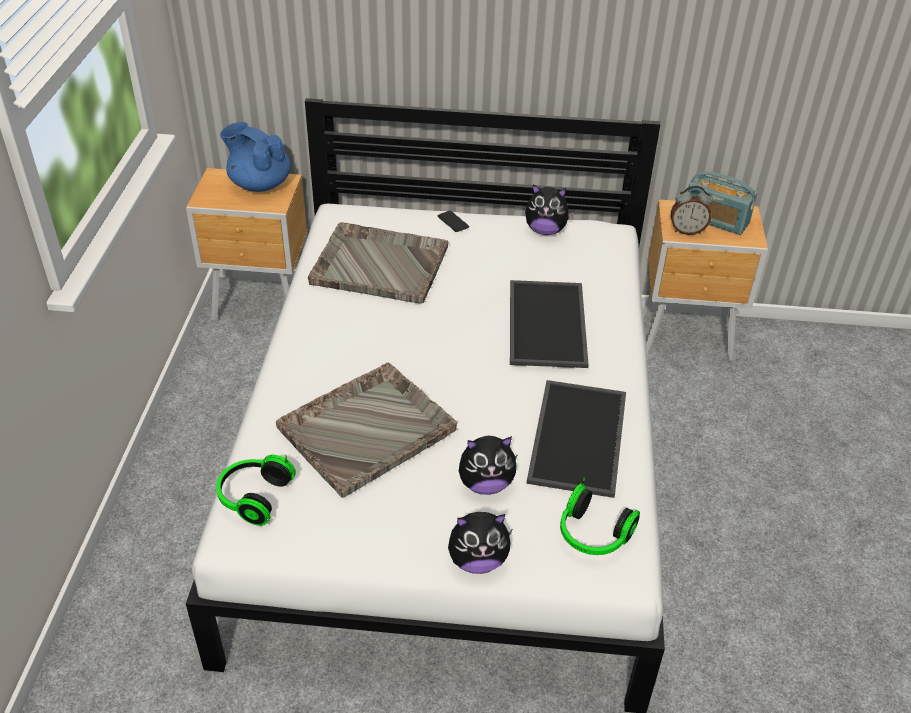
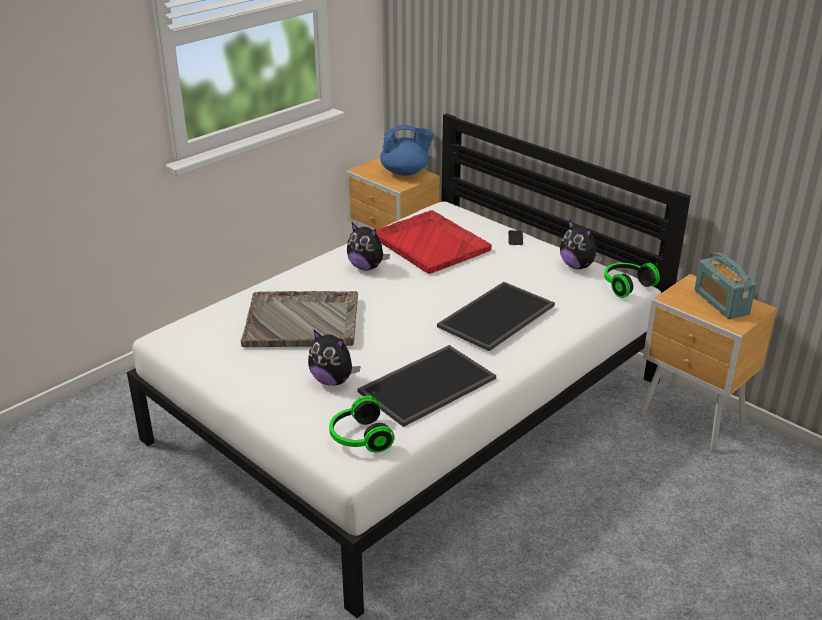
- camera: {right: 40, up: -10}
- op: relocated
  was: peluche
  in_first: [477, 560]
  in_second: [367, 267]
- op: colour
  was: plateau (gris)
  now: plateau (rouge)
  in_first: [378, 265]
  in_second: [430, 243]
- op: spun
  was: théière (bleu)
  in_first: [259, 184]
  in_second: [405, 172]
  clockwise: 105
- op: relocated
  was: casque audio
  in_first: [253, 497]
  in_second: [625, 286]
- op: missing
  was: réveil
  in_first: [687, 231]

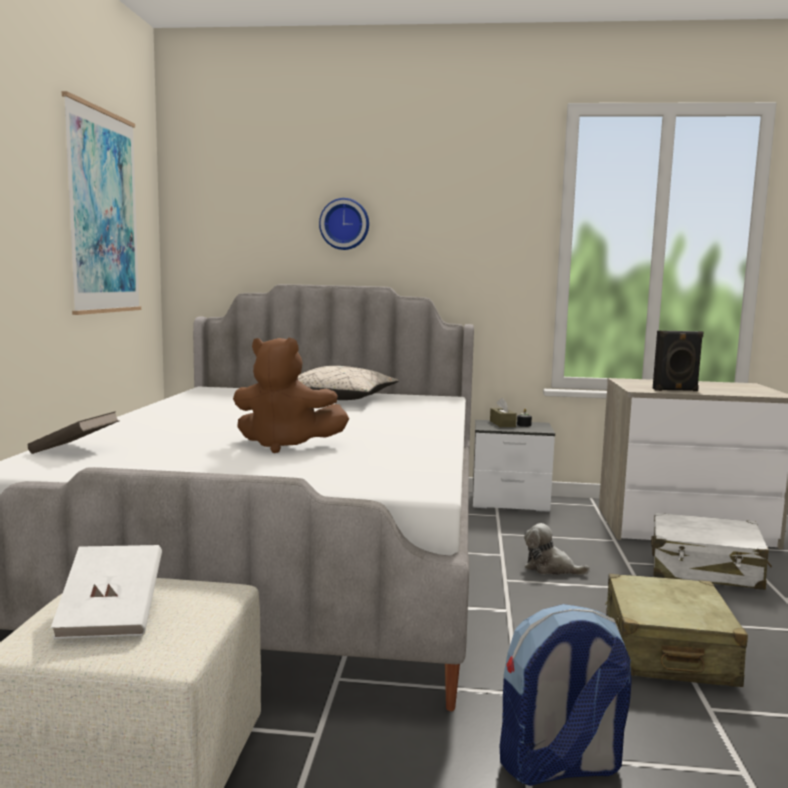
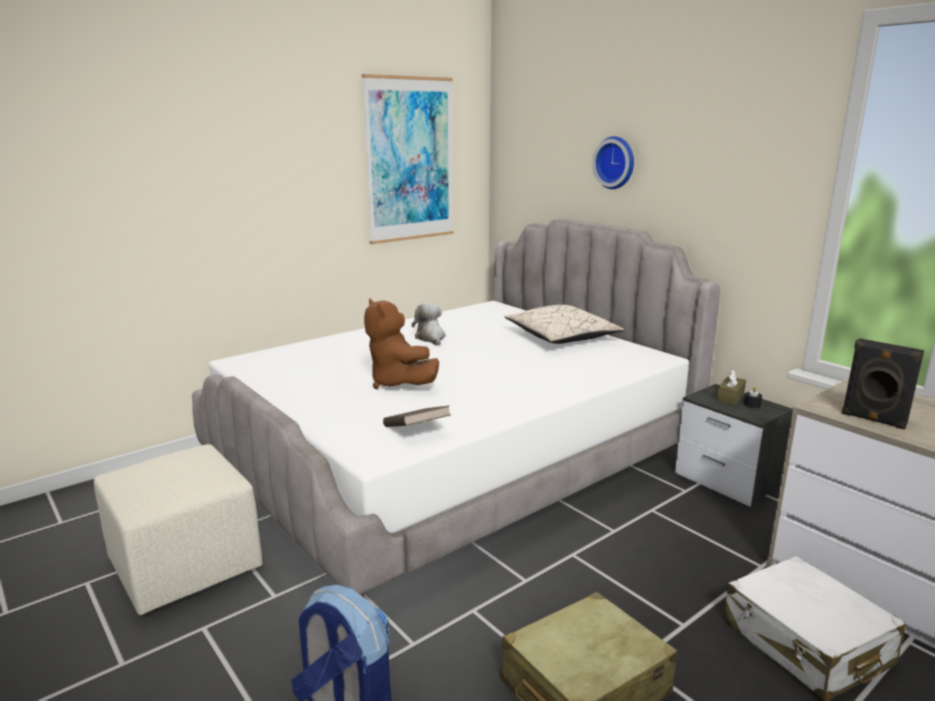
- camera: {right: 45, up: 10}
- op: relocated
  was: livre (marron)
  in_first: [74, 450]
  in_second: [416, 432]
- op: relocated
  was: peluche
  in_first: [550, 568]
  in_second: [430, 338]
- op: missing
  was: livre (blanc)
  in_first: [112, 616]

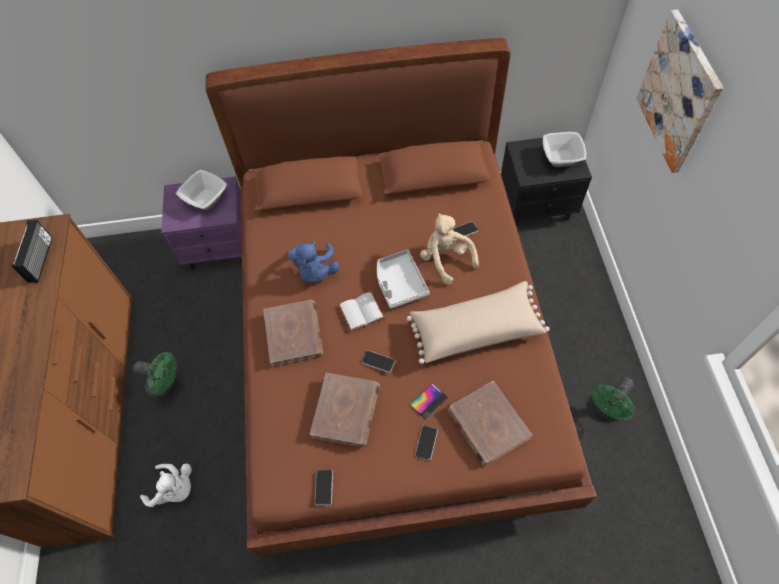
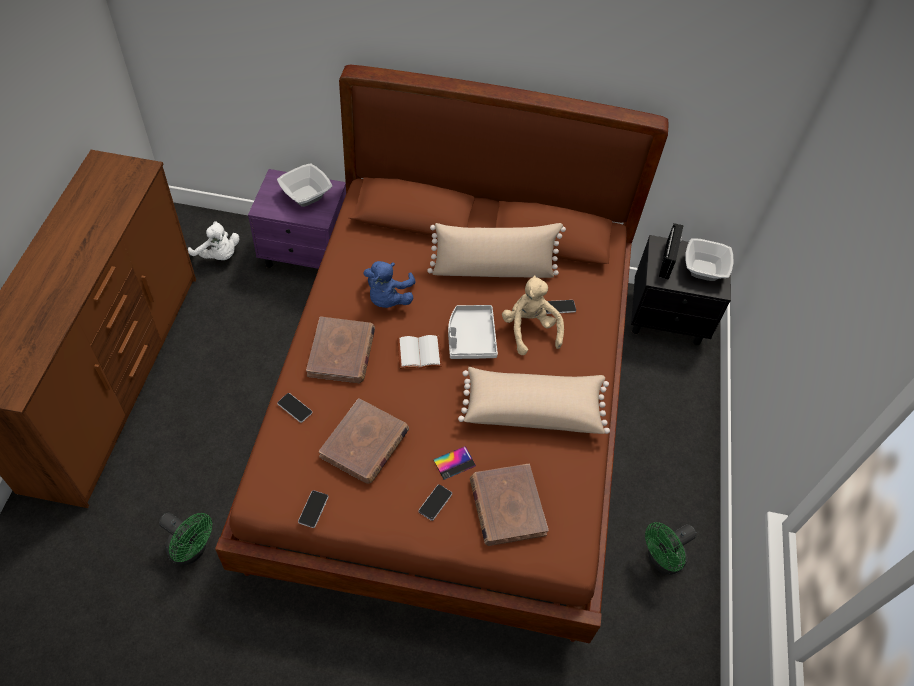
- camera: {right: 10, up: -5}
- op: relocated
  was: ventilateur (vert)
  in_first: [167, 386]
  in_second: [192, 550]
- op: relocated
  was: peluche (blanc)
  in_first: [175, 489]
  in_second: [218, 255]
- op: relocated
  was: téléphone
  in_first: [378, 361]
  in_second: [295, 408]
- op: appeared
  now: coussin (beige)
  in_second: [493, 270]
- op: relocated
  was: radio
  in_first: [41, 259]
  in_second: [668, 260]
- op: missing
  was: tableau
  in_first: [679, 93]

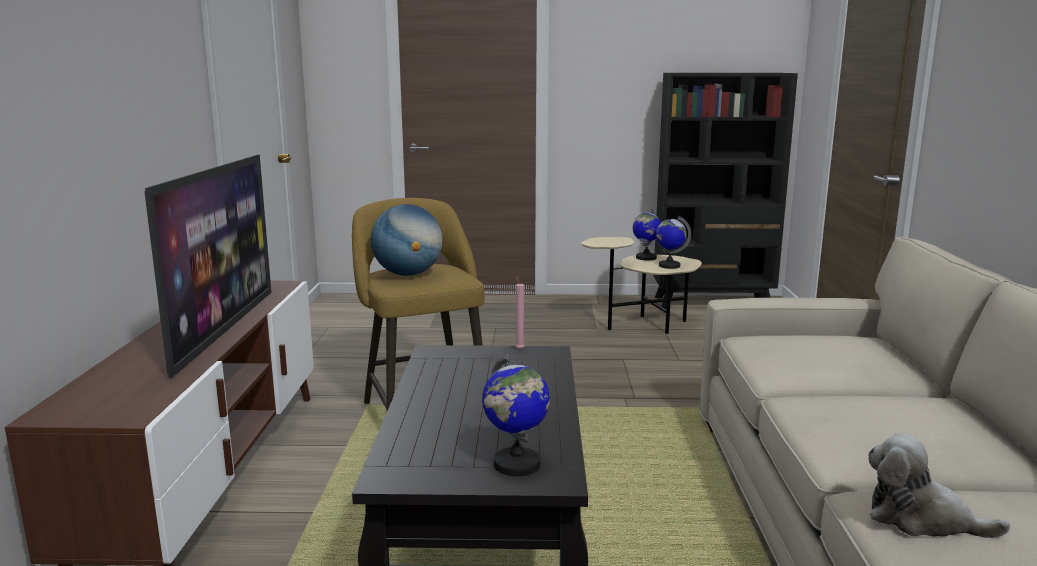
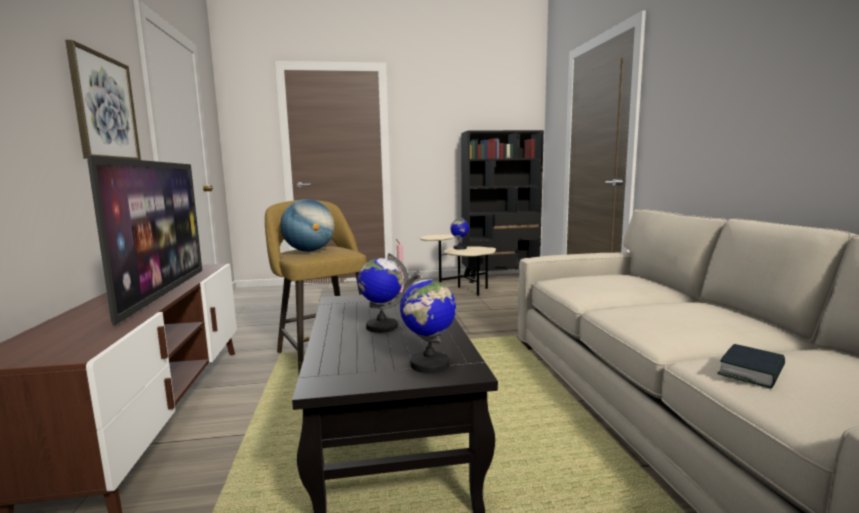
- camera: {right: -10, up: -5}
- op: appeared
  now: tableau
  in_second: [104, 108]
- op: relocated
  was: globe
  in_first: [669, 266]
  in_second: [381, 327]
- op: exchanged
  was: peluche
  now: livre
  in_first: [921, 519]
  in_second: [751, 372]

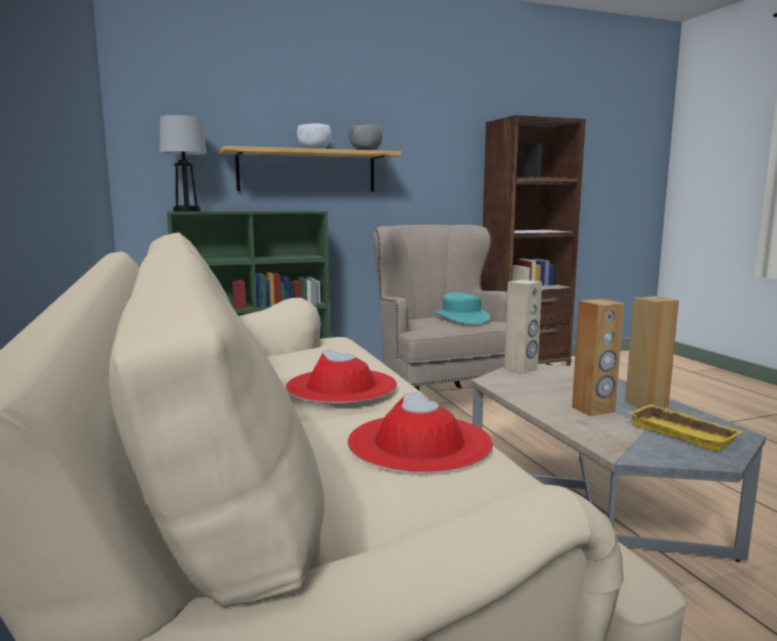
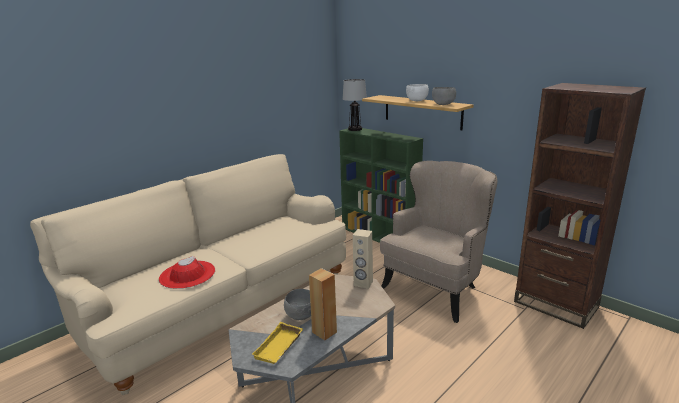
- camera: {right: 65, up: 10}
- op: exchanged
  was: enceinte (marron)
  now: bol (gris)
  in_first: [593, 410]
  in_second: [301, 316]
- op: missing
  was: chapeau (rouge)
  in_first: [341, 386]
- op: missing
  was: chapeau (turquoise)
  in_first: [461, 318]

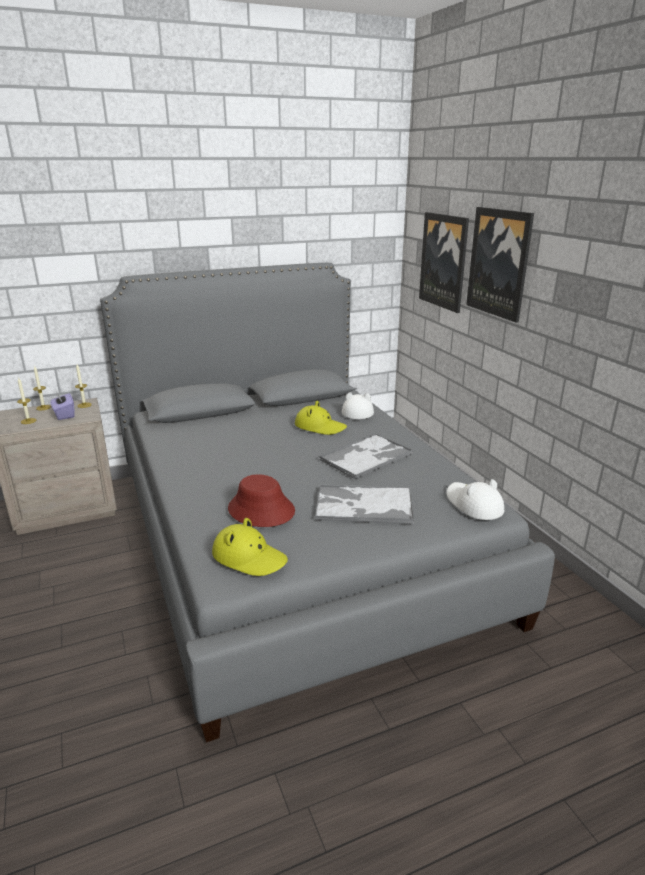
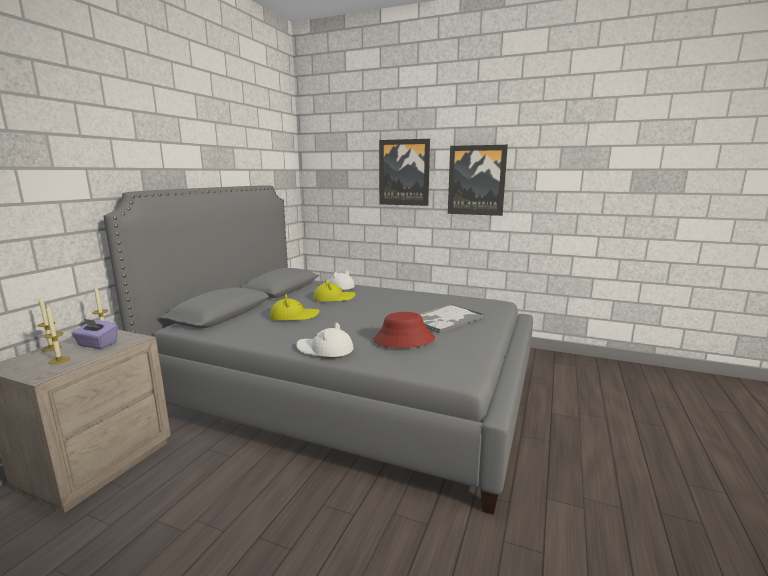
- camera: {right: -45, up: -10}
- op: relocated
  was: chapeau (jaune)
  in_first: [249, 557]
  in_second: [294, 316]
- op: relocated
  was: chapeau (blanc)
  in_first: [473, 504]
  in_second: [325, 350]
- op: relocated
  was: tableau
  in_first: [444, 261]
  in_second: [476, 180]
- op: missing
  was: plateau
  in_first: [366, 456]

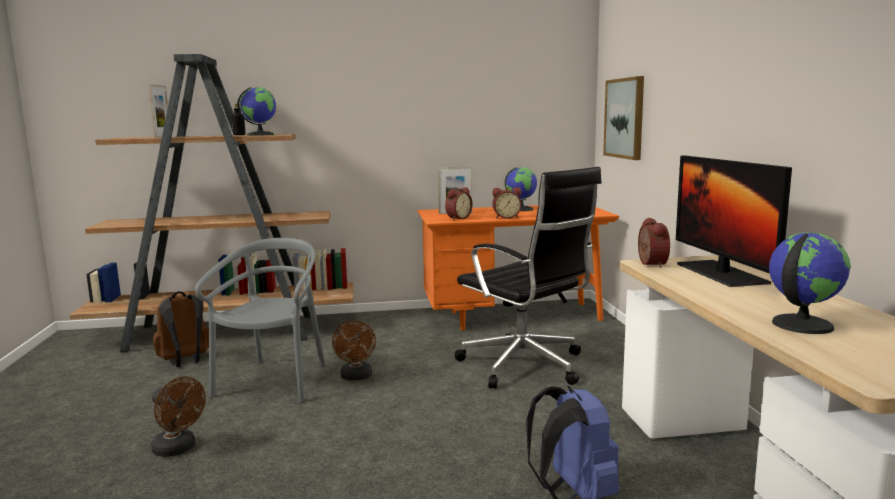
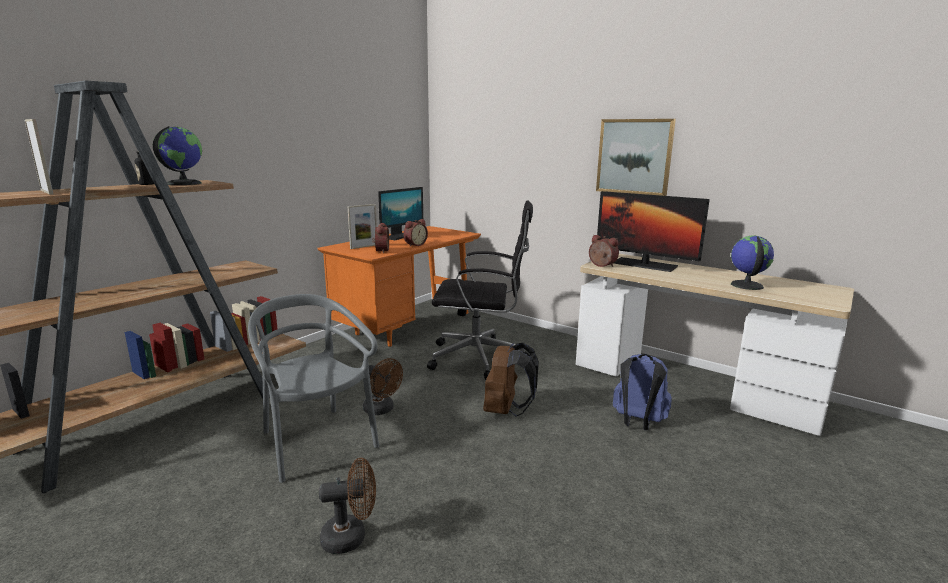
- camera: {right: -45, up: 5}
- op: exchanged
  was: globe
  now: écran d'ordinateur
  in_first: [521, 209]
  in_second: [402, 236]
- op: relocated
  was: sac à dos (marron)
  in_first: [185, 362]
  in_second: [506, 411]
- op: relocated
  was: tableau
  in_first: [625, 118]
  in_second: [634, 156]

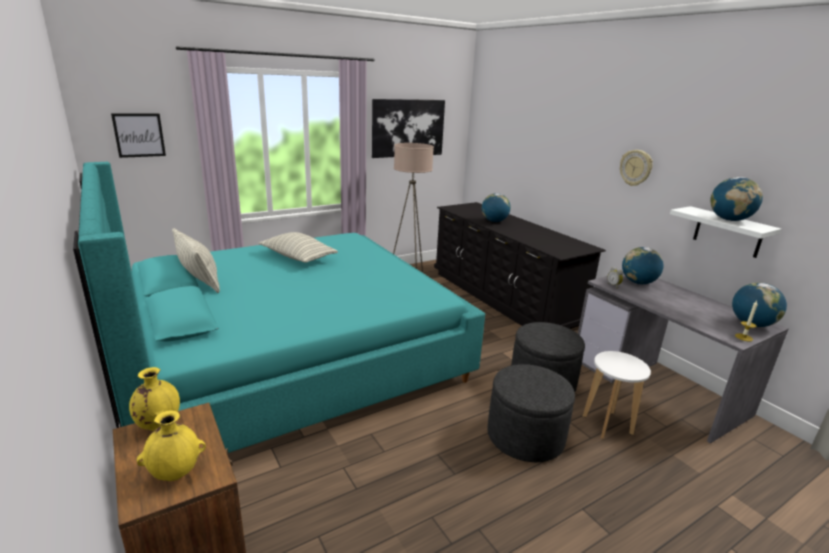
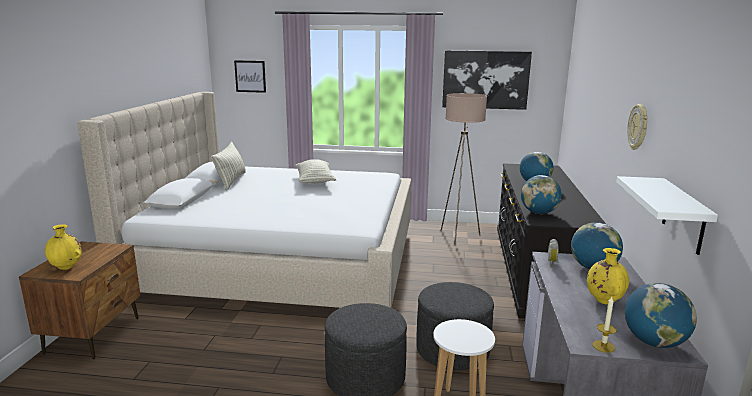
- camera: {right: 40, up: -5}
- op: colour
  was: lit (turquoise)
  now: lit (beige)
  in_first: [288, 359]
  in_second: [280, 262]
- op: relocated
  was: globe
  in_first: [729, 220]
  in_second: [539, 213]
- op: relocated
  was: vase (jaune)
  in_first: [159, 425]
  in_second: [604, 301]

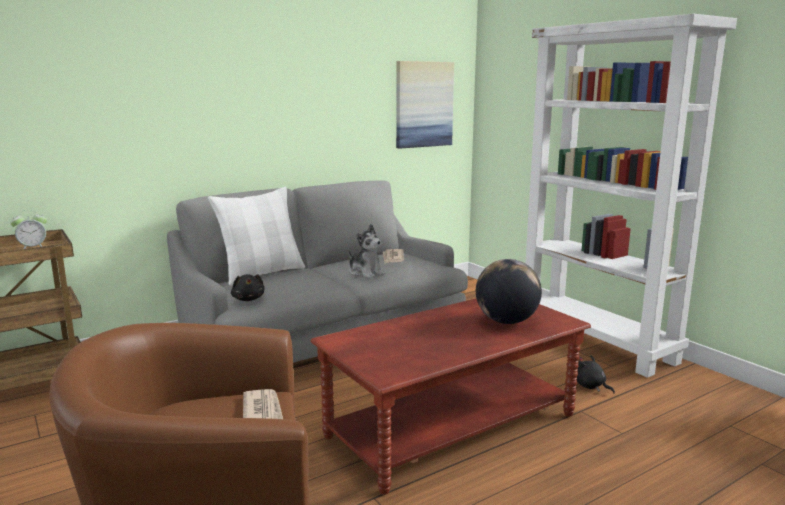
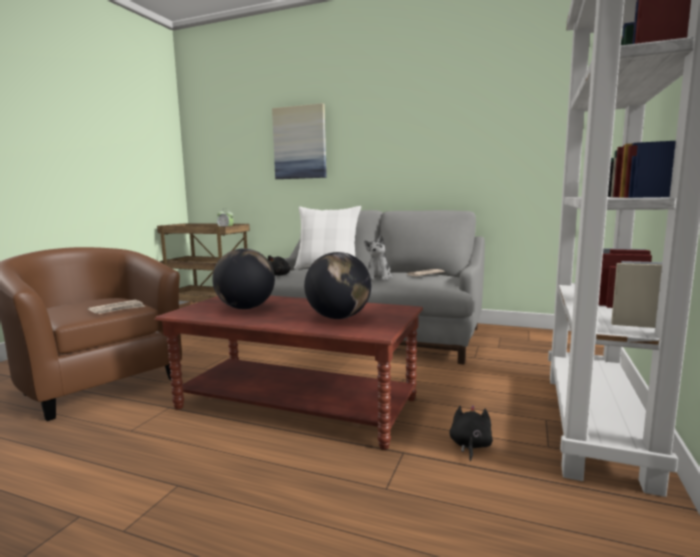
- camera: {right: 55, up: -5}
- op: appeared
  now: globe
  in_second: [245, 308]
- op: relocated
  was: tableau
  in_first: [423, 104]
  in_second: [300, 143]

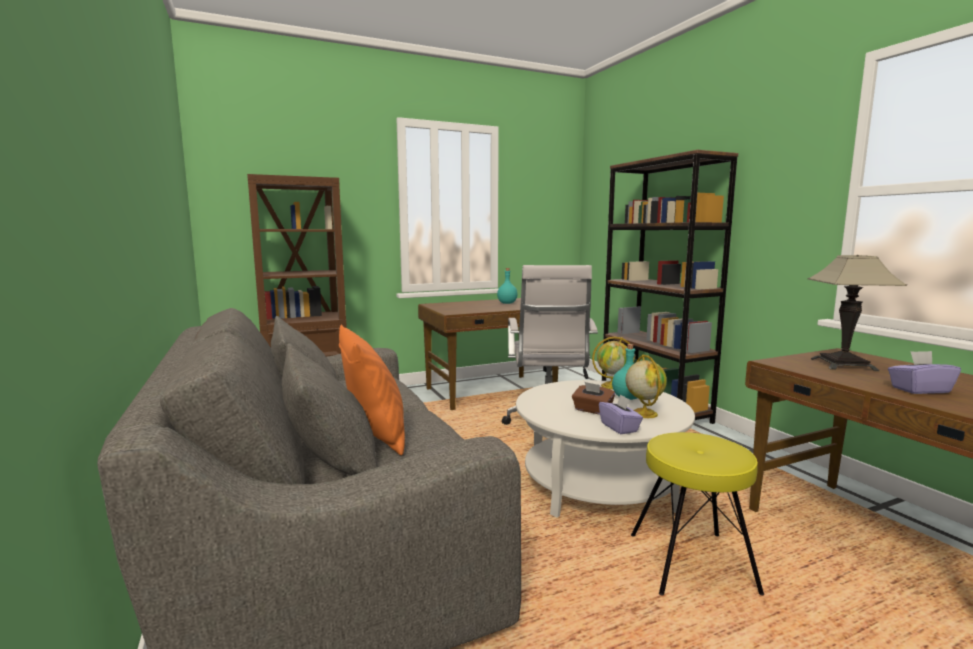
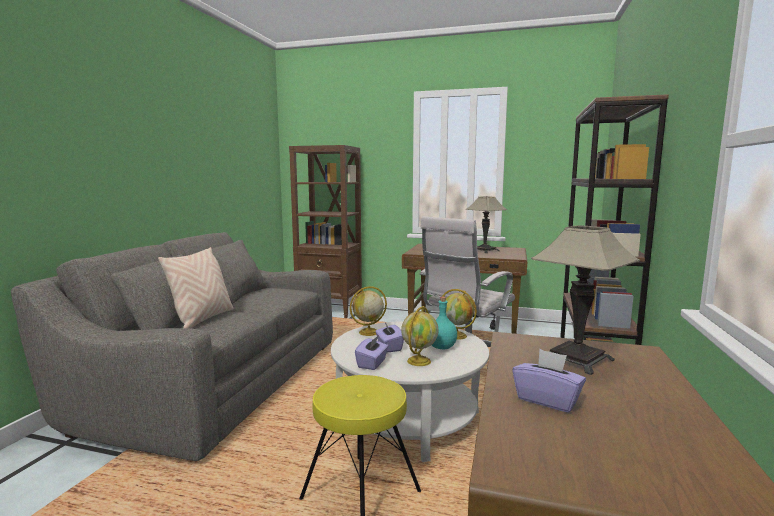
- camera: {right: 40, up: 0}
- op: colour
  was: coussin (orange)
  now: coussin (beige)
  in_first: [375, 436]
  in_second: [202, 319]
- op: appeared
  now: globe
  in_second: [368, 332]
- op: colour
  was: boîte à mouchoirs (marron)
  now: boîte à mouchoirs (violet)
  in_first: [592, 410]
  in_second: [389, 347]
- op: exchanged
  was: bouteille (turquoise)
  now: lampe de table
  in_first: [507, 303]
  in_second: [484, 250]

